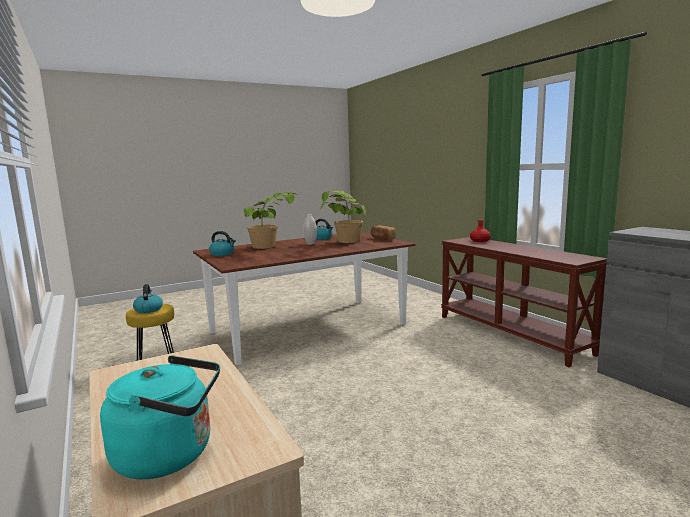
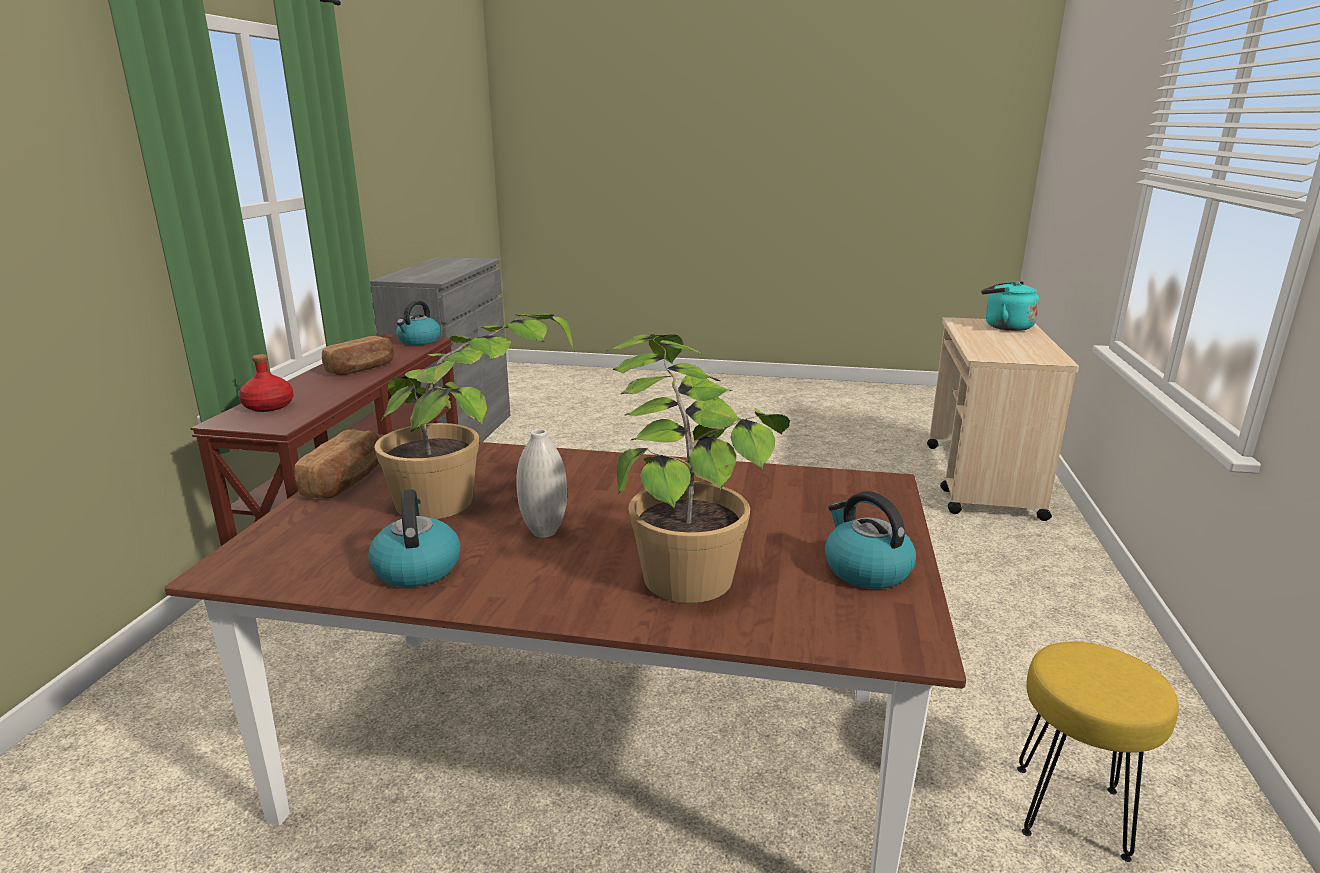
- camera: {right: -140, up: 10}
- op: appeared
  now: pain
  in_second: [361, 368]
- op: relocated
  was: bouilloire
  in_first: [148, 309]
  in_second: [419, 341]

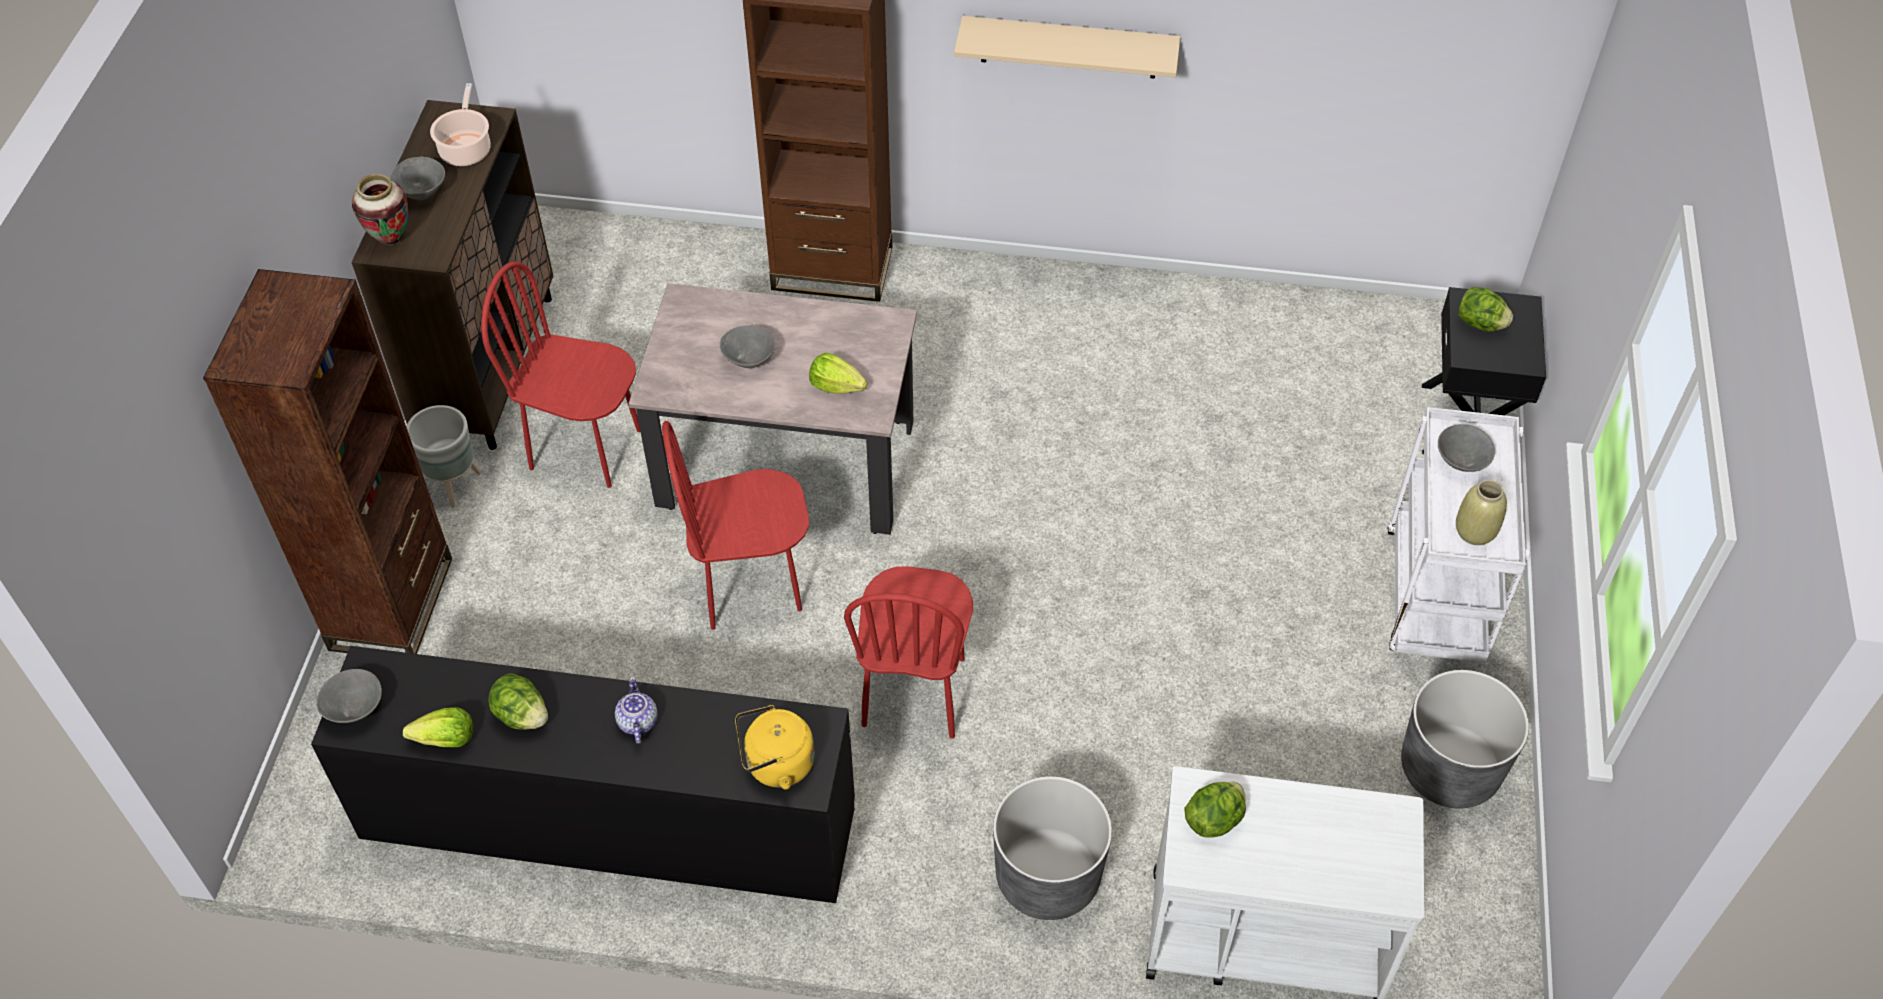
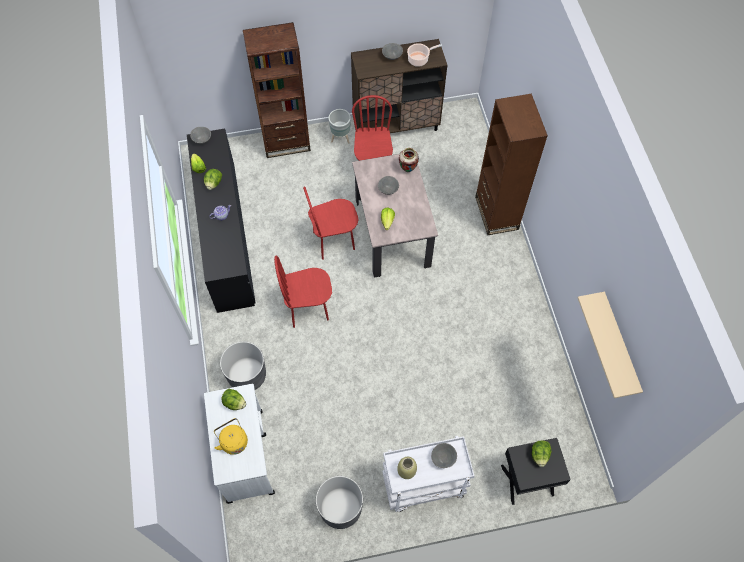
- camera: {right: 70, up: 10}
- op: relocated
  was: bouilloire (jaune)
  in_first: [776, 765]
  in_second: [233, 441]
- op: spun
  was: chaise (rouge)
  in_first: [749, 585]
  in_second: [334, 241]
  clockwise: -75
- op: relocated
  was: vase
  in_first: [391, 239]
  in_second: [408, 169]
- op: relocated
  was: étagère (beige)
  in_first: [1069, 47]
  in_second: [619, 345]

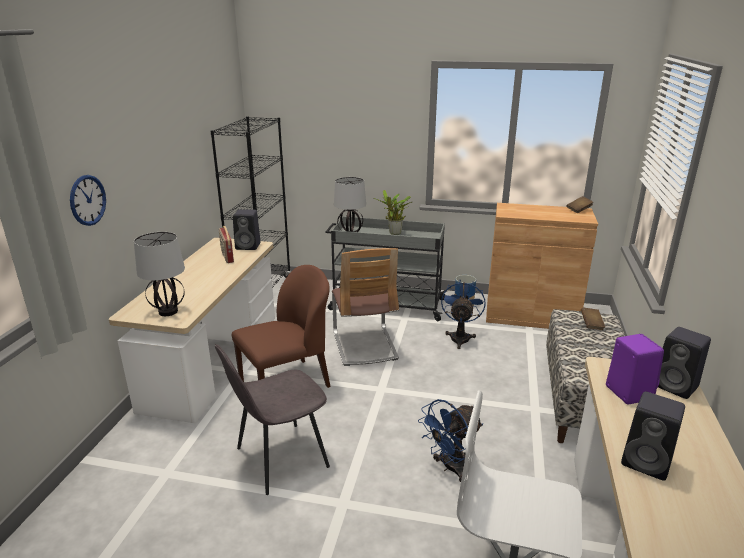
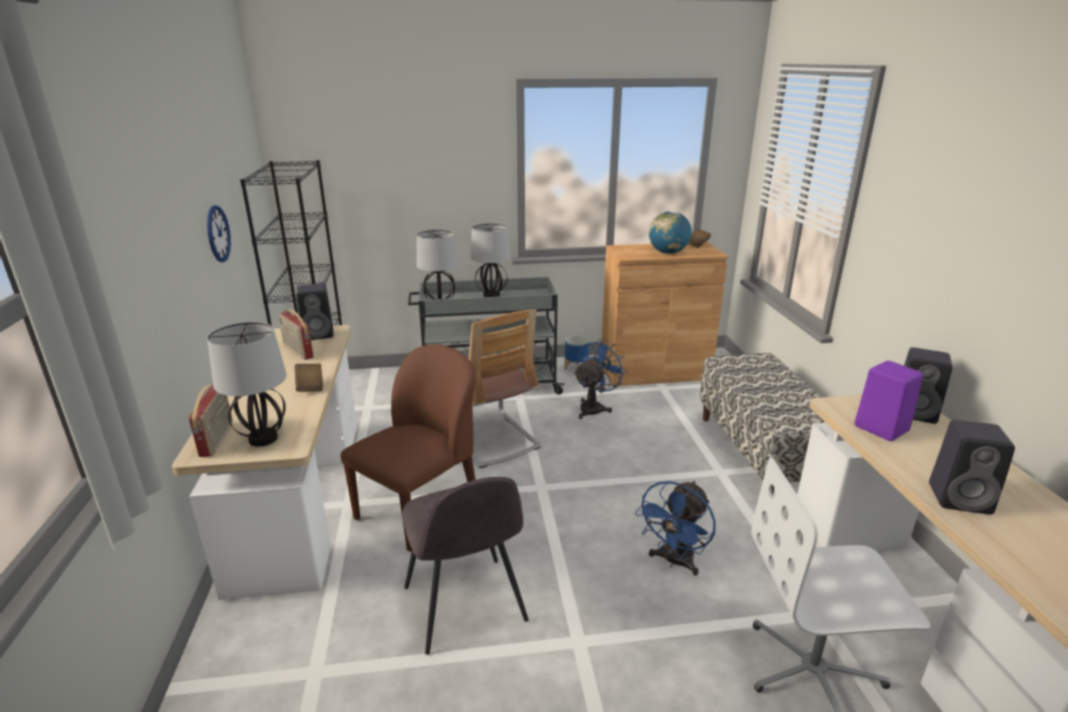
- camera: {right: -20, up: 0}
- op: appeared
  now: radio
  in_second: [218, 439]
- op: relocated
  was: horloge murale
  in_first: [87, 200]
  in_second: [218, 234]
- op: relocated
  was: livre (marron)
  in_first: [591, 324]
  in_second: [310, 386]
- op: spun
  was: chaise (gris)
  in_first: [279, 458]
  in_second: [465, 606]
  clockwise: -60
- op: exchanged
  was: plante en pot
  now: lampe de table
  in_first: [394, 234]
  in_second: [492, 296]
- op: spun
  was: ventilateur (bleu)
  in_first: [460, 337]
  in_second: [594, 407]
  clockwise: 45
- op: appeared
  now: globe
  in_second: [668, 253]

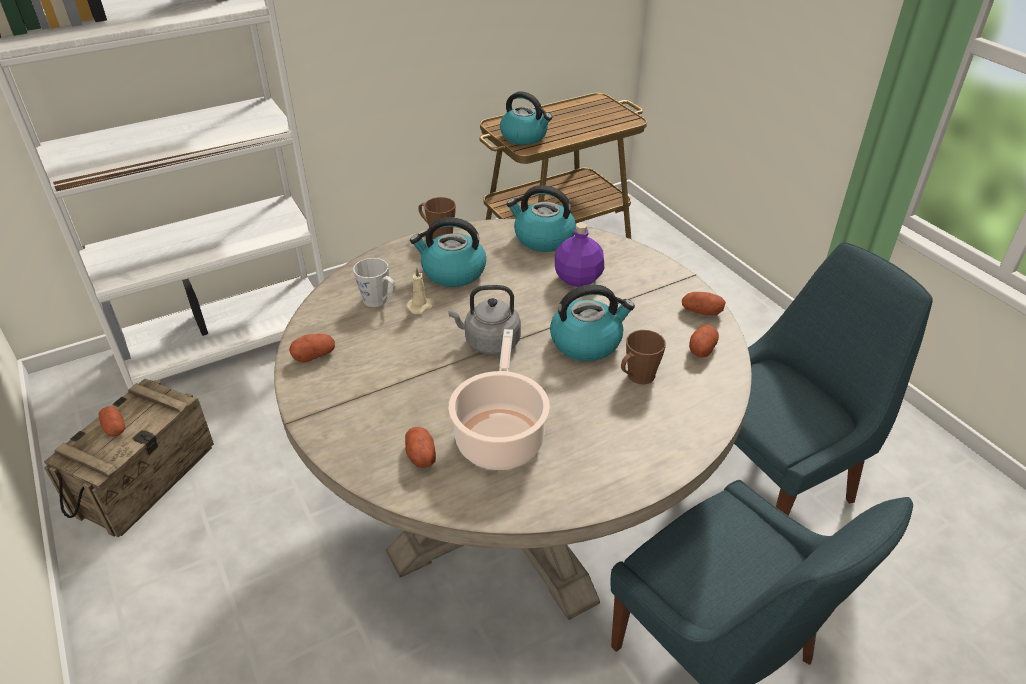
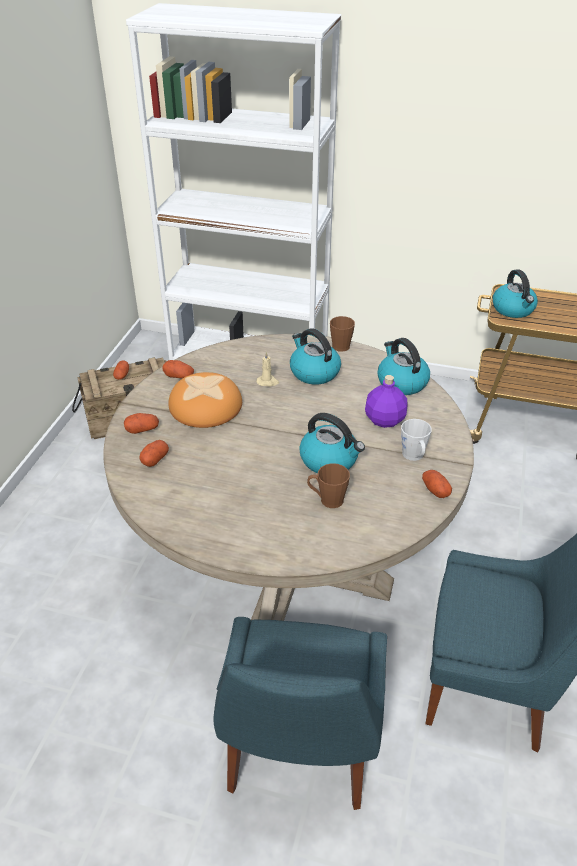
- camera: {right: 45, up: 0}
- op: relocated
  was: pomme de terre
  in_first: [702, 348]
  in_second: [142, 429]
- op: appeared
  now: pain
  in_second: [206, 406]
- op: relocated
  was: mug (gris)
  in_first: [379, 301]
  in_second: [414, 456]
- op: missing
  was: bouilloire (gris)
  in_first: [489, 342]
- op: missing
  was: marmite
  in_first: [500, 436]

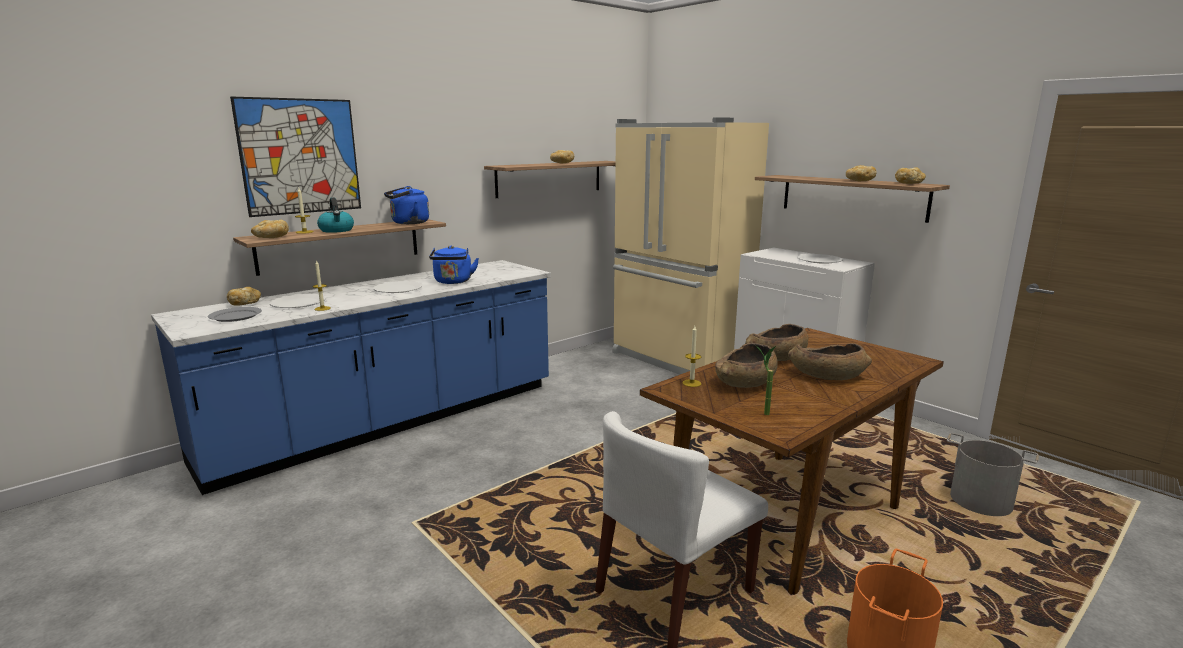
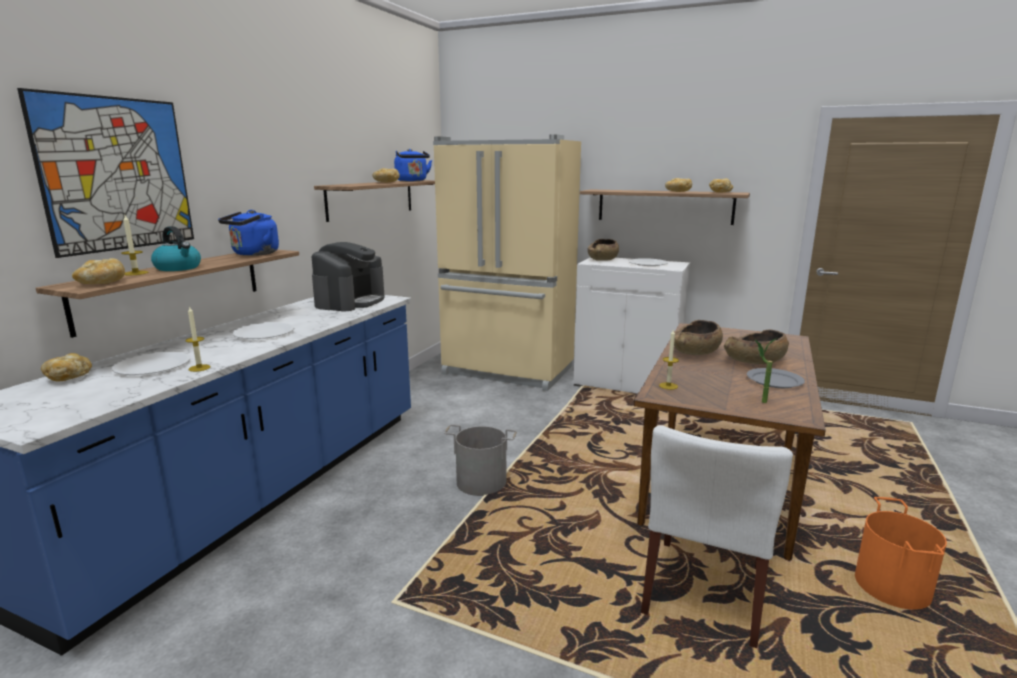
- camera: {right: -25, up: 0}
- op: appeared
  now: machine à café
  in_second: [350, 302]
- op: relocated
  was: bouilloire (bleu)
  in_first: [453, 282]
  in_second: [412, 181]
- op: relocated
  was: seau (gris)
  in_first: [980, 501]
  in_second: [481, 481]
- op: relocated
  was: bol (marron)
  in_first: [745, 382]
  in_second: [603, 259]
- op: relocated
  was: assiette (gris)
  in_first: [235, 316]
  in_second: [774, 380]

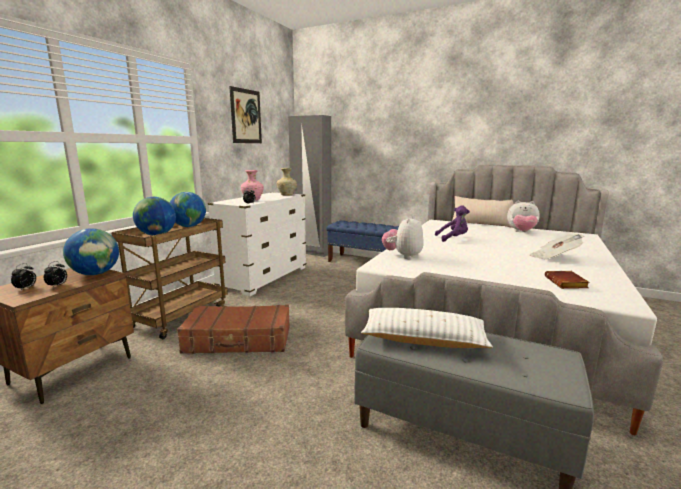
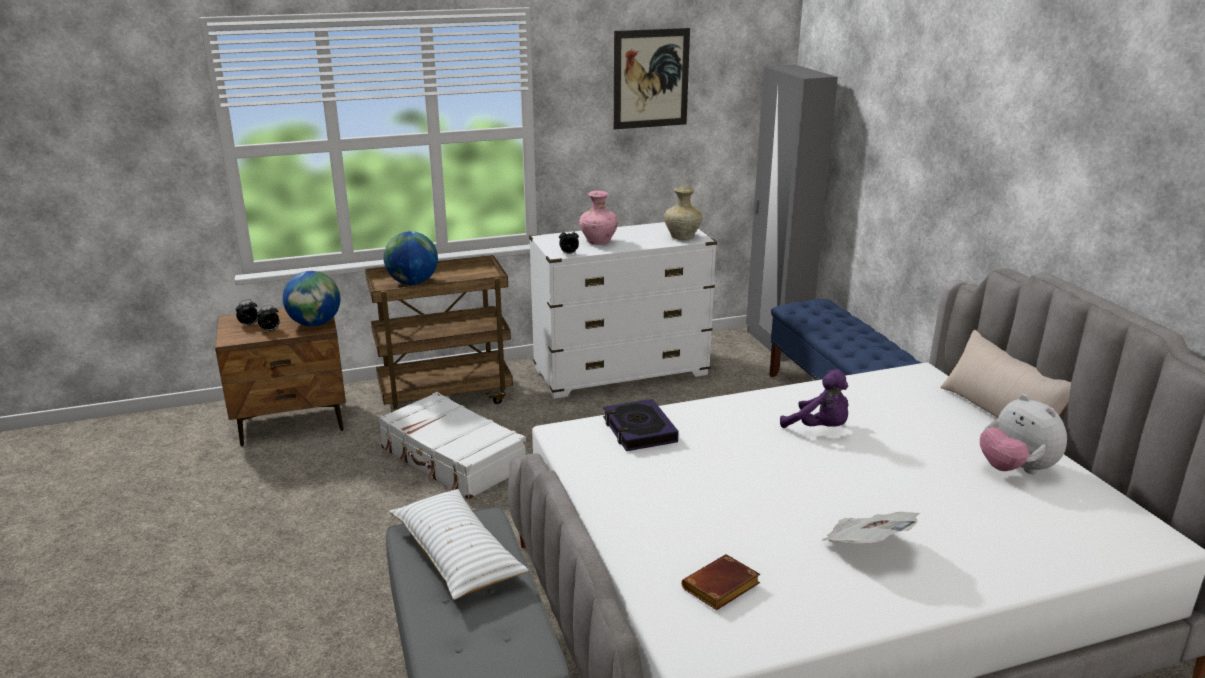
- camera: {right: 45, up: 10}
- op: colour
  was: valise (marron)
  now: valise (blanc)
  in_first: [238, 340]
  in_second: [452, 459]
- op: exchanged
  was: peluche
  now: livre
  in_first: [403, 256]
  in_second: [639, 430]
- op: missing
  was: globe
  in_first: [189, 226]

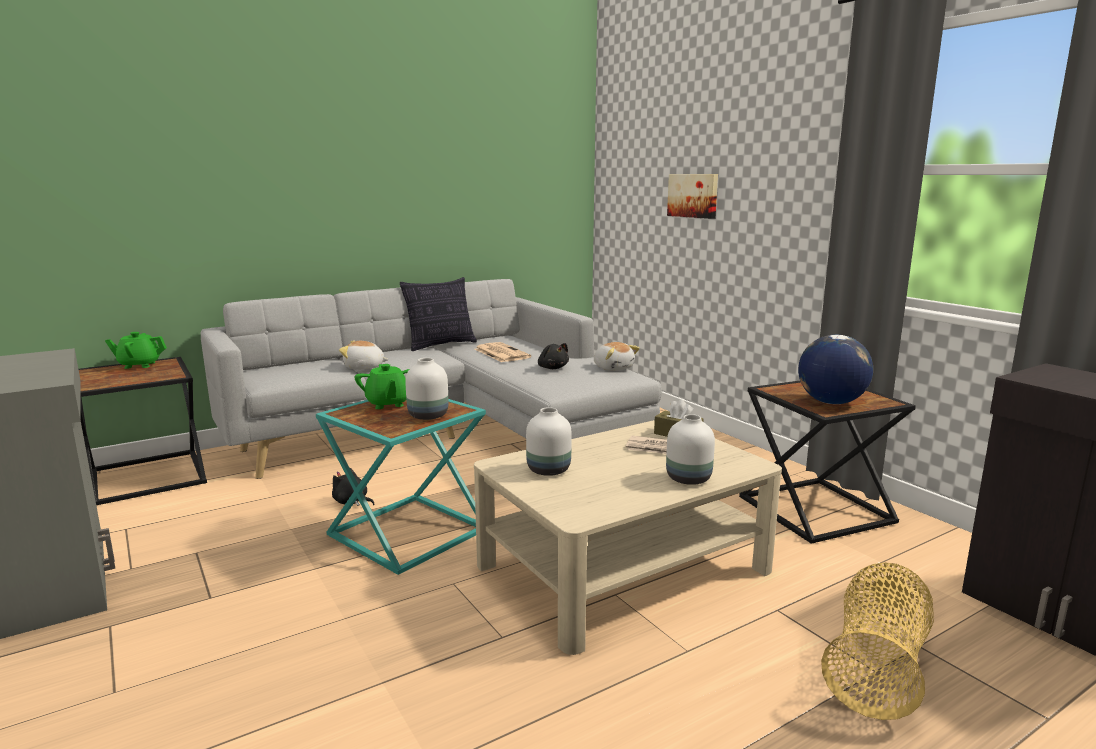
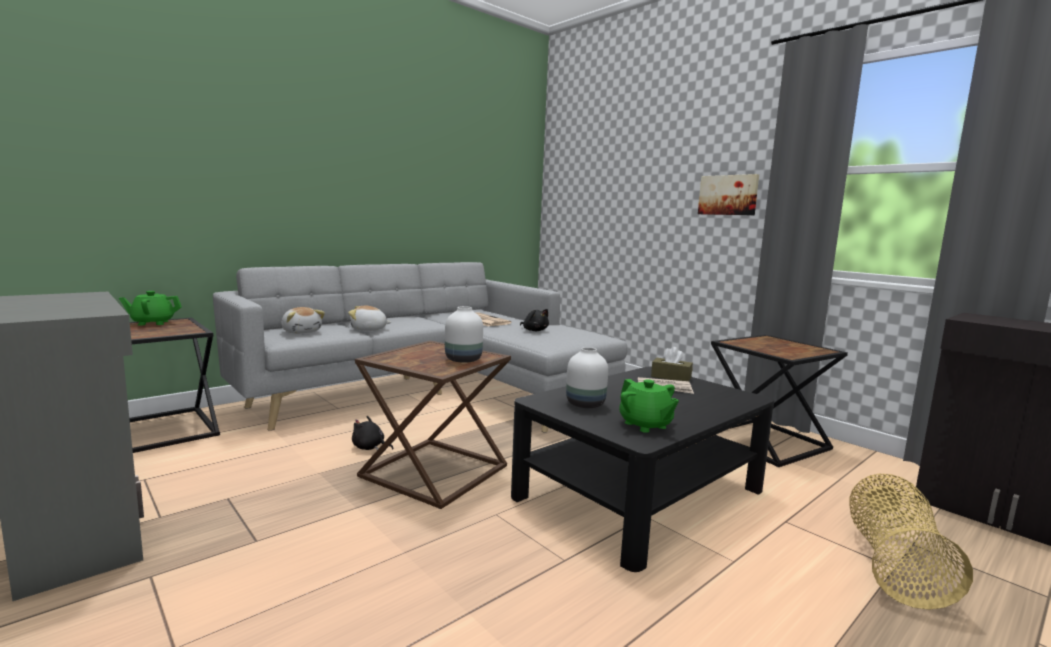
- camera: {right: -10, up: -5}
- op: relocated
  was: peluche
  in_first: [613, 368]
  in_second: [301, 332]
- op: colour
  was: table d'appoint (turquoise)
  now: table d'appoint (marron)
  in_first: [408, 531]
  in_second: [434, 471]
- op: colour
  was: table basse (beige)
  now: table basse (noir)
  in_first: [623, 567]
  in_second: [640, 493]
- op: relocated
  was: théière (vert)
  in_first: [387, 404]
  in_second: [645, 425]
- op: relocated
  was: tableau
  in_first: [693, 195]
  in_second: [728, 195]
- op: missing
  was: coussin
  in_first: [440, 345]
- op: missing
  was: vase (blanc)
  in_first: [688, 478]
- op: missing
  was: globe
  in_first: [830, 402]

